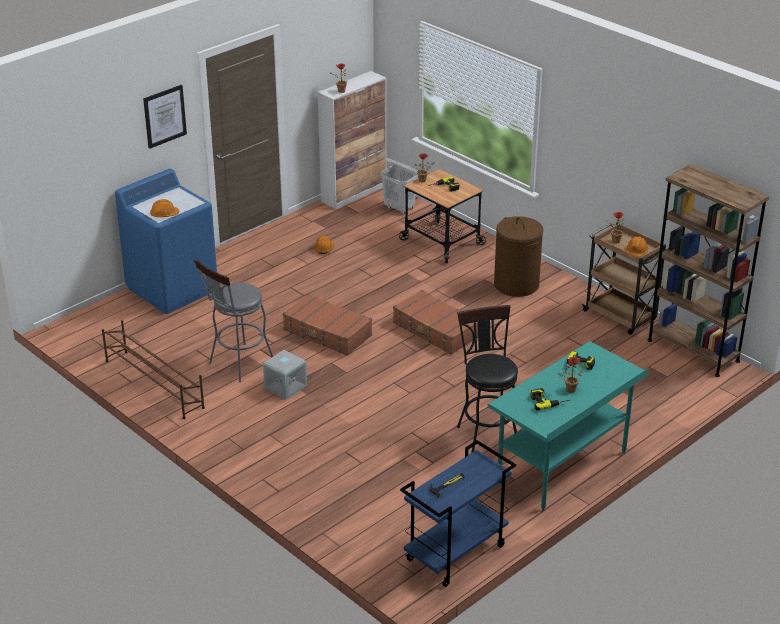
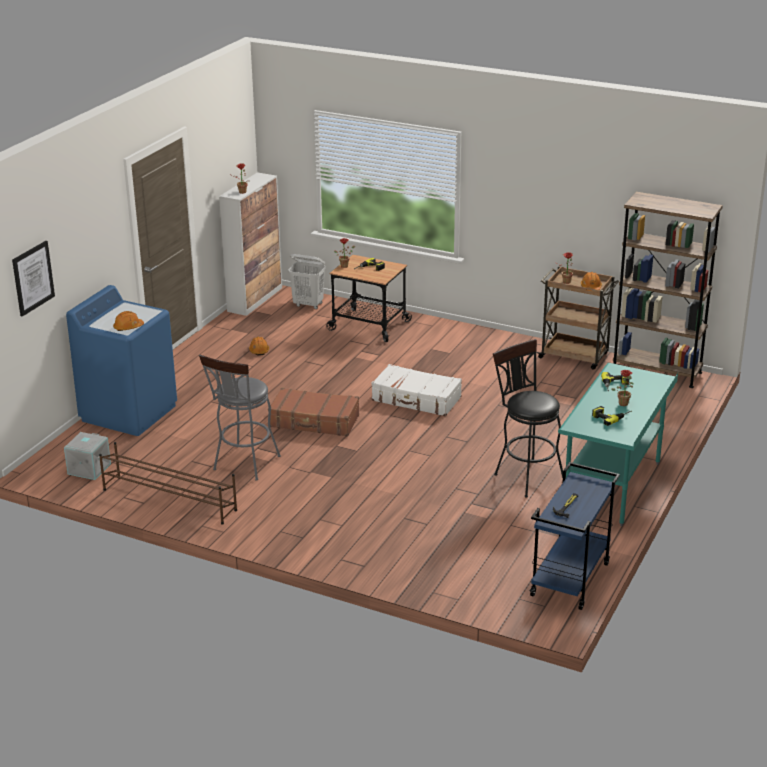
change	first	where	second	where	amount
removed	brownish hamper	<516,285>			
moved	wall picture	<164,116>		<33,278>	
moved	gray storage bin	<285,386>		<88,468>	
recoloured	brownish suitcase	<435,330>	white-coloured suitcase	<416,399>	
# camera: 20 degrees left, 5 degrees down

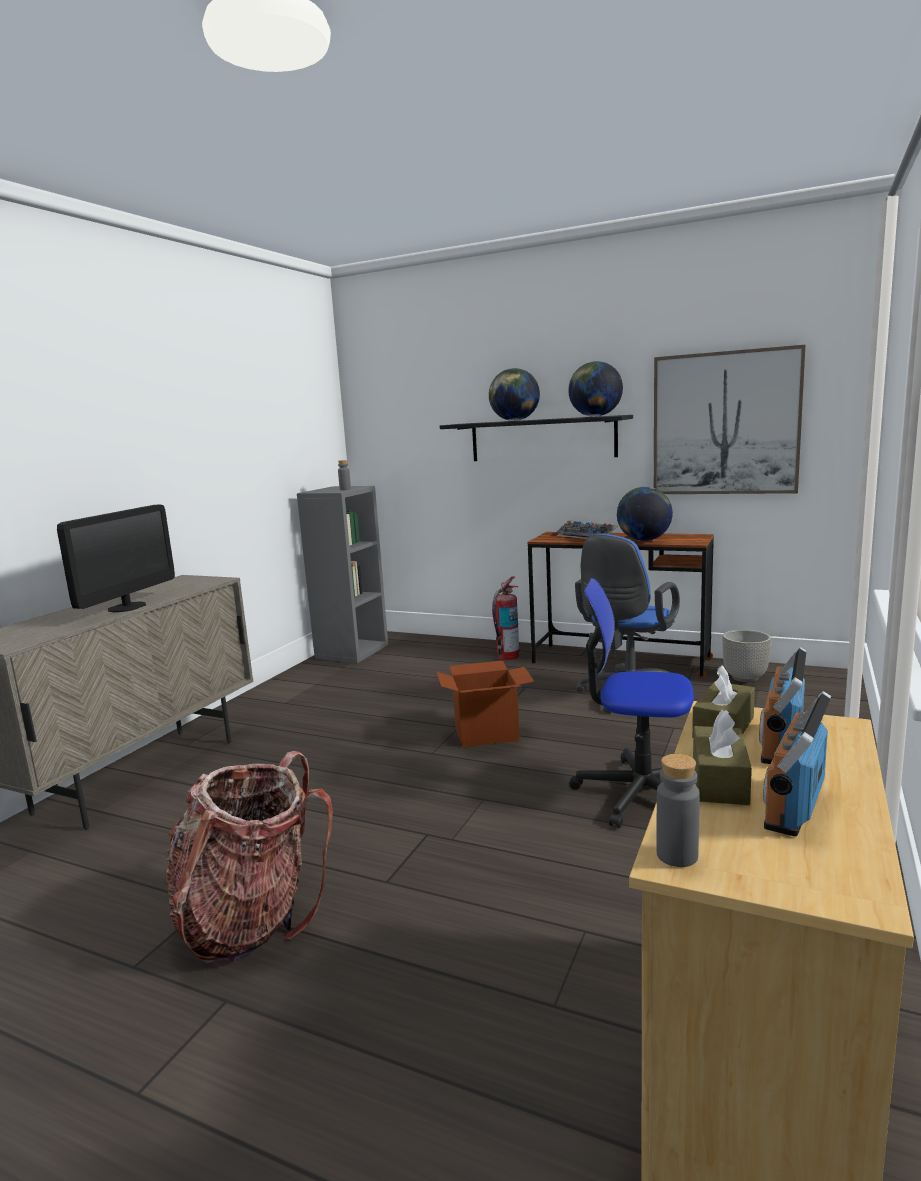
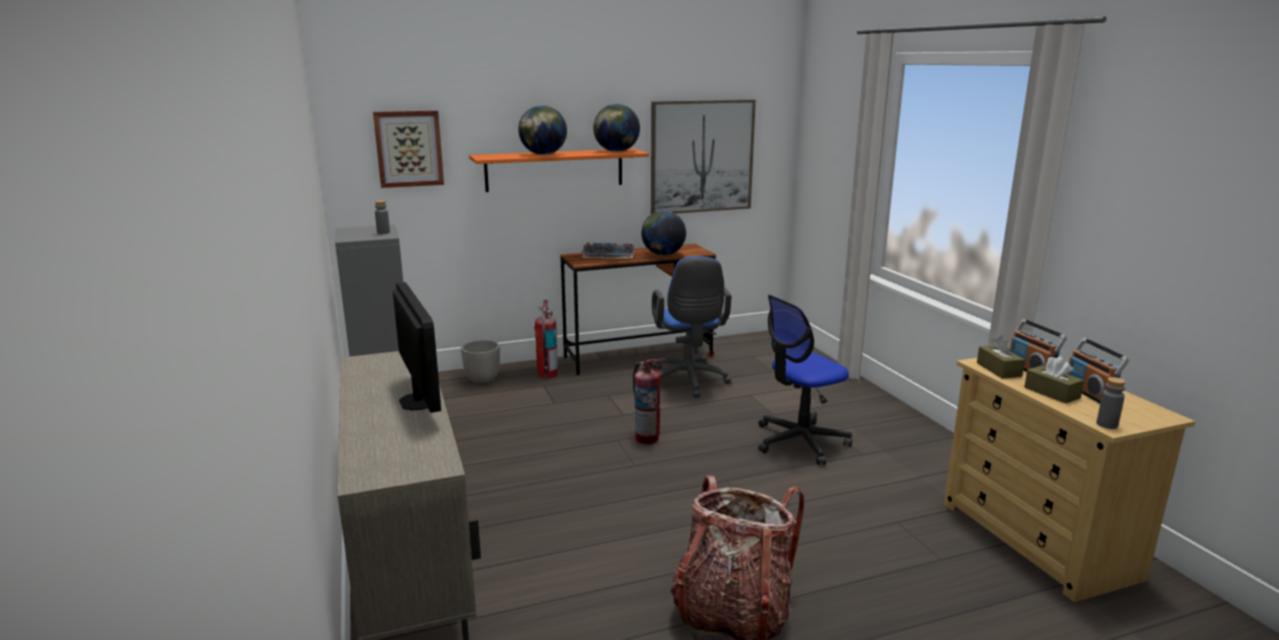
change	first	where	second	where	amount
added			wall picture	<409,148>	
moved	flower pot	<745,678>		<483,380>	
replaced	packing box	<487,734>	extinguisher	<647,438>	
recoloured	black-coloured wall shelf	<542,439>	orange wall shelf	<554,170>	
# camera: 45 degrees left, 5 degrees up

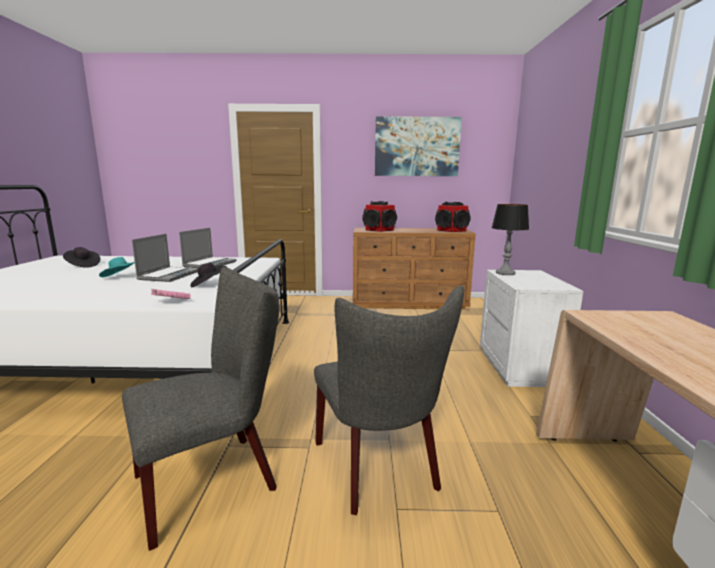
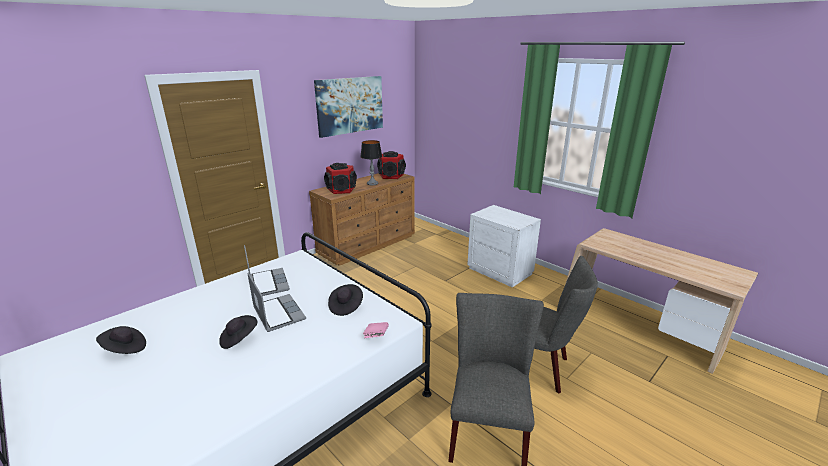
change	first	where	second	where	amount
moved	table lamp	<505,273>		<372,183>	
recoloured	turquoise hat	<120,277>	black-coloured hat	<239,339>	
# camera: 45 degrees left, 10 degrees up

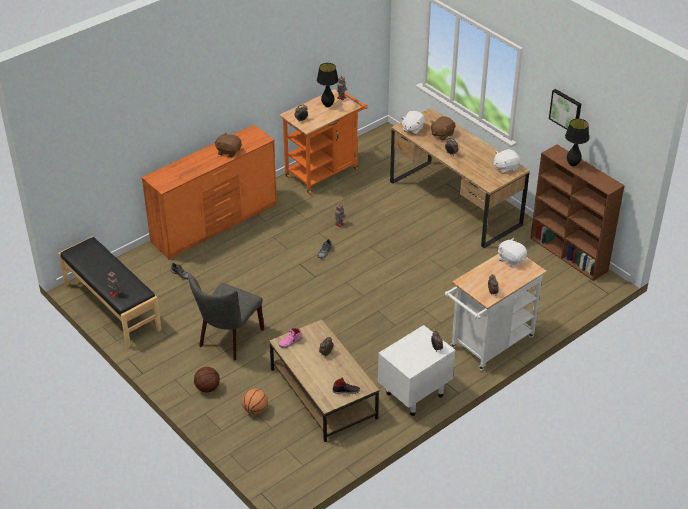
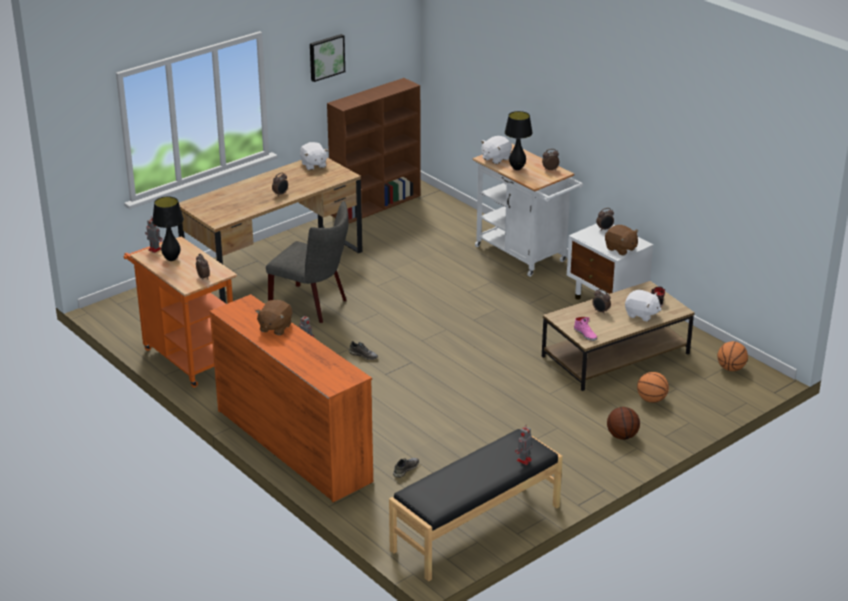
change	first	where	second	where	amount
added			basketball ball	<731,368>	
moved	gray chair	<228,340>		<313,305>	
moved	white-coloured soft toy	<412,129>		<641,314>	
moved	brownish soft toy	<442,134>		<621,249>	
moved	black-coloured table lamp	<573,164>		<517,168>	
# camera: 90 degrees left, 10 degrees down

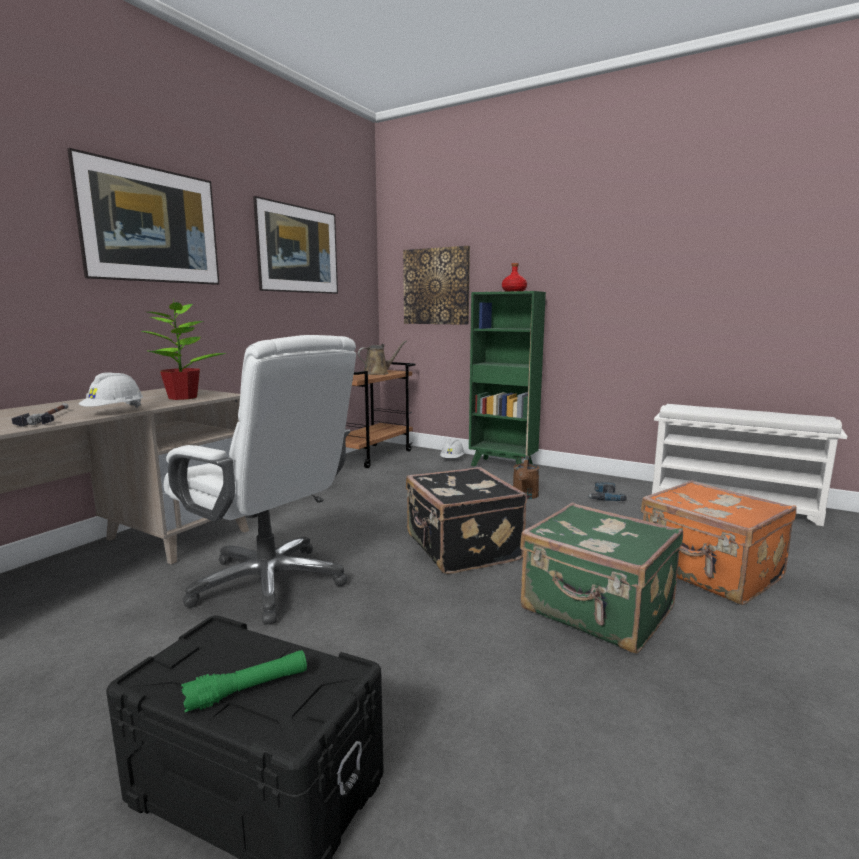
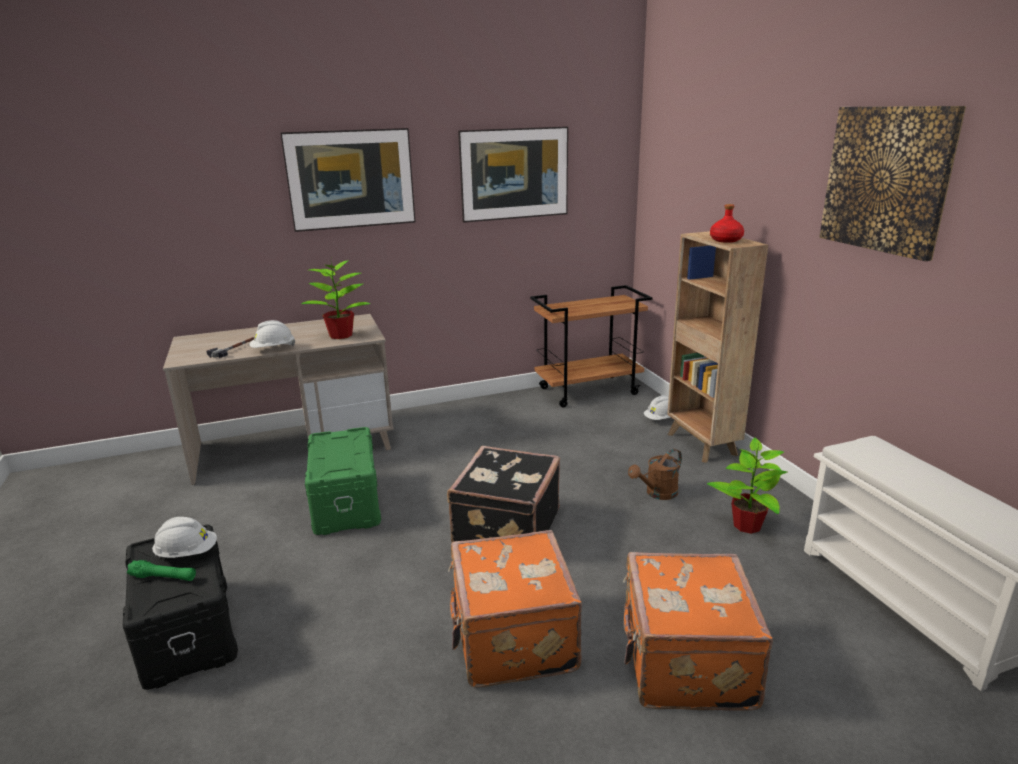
change	first	where	second	where	amount
removed	brownish sprinkling can	<378,373>			
added			white-coloured work helmet	<187,553>	
moved	wall picture	<436,286>		<886,179>	
replaced	white-coloured desk chair	<269,583>	greenish storage bin	<345,503>	
replaced	electric drill	<603,496>	houseplant	<746,526>	
recoloured	greenish bookshelf	<503,466>	brownish bookshelf	<702,445>	
recoloured	greenish suitcase	<597,611>	orange suitcase	<511,638>	
# camera: 40 degrees right, 10 degrees up

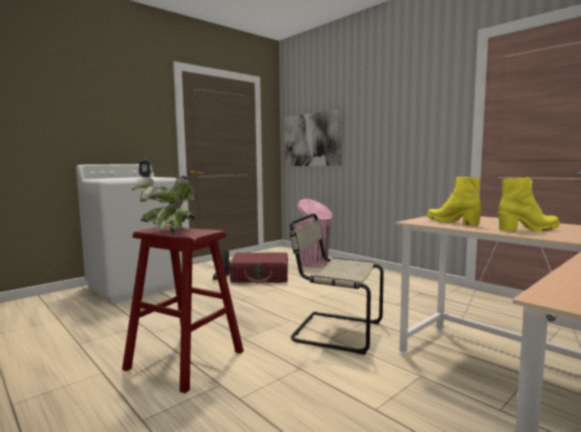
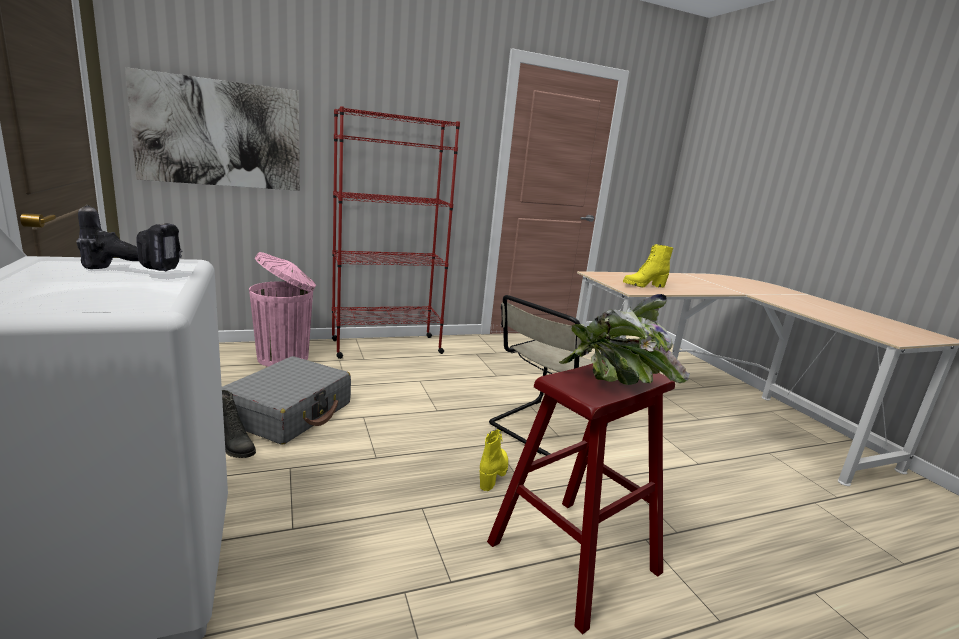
change	first	where	second	where	amount
added			reddish bookshelf	<386,346>	
moved	yellowish tall boot	<528,230>		<493,474>	
recoloured	reddish suitcase	<260,276>	gray suitcase	<289,413>	
# camera: 70 degrees left, 10 degrees up

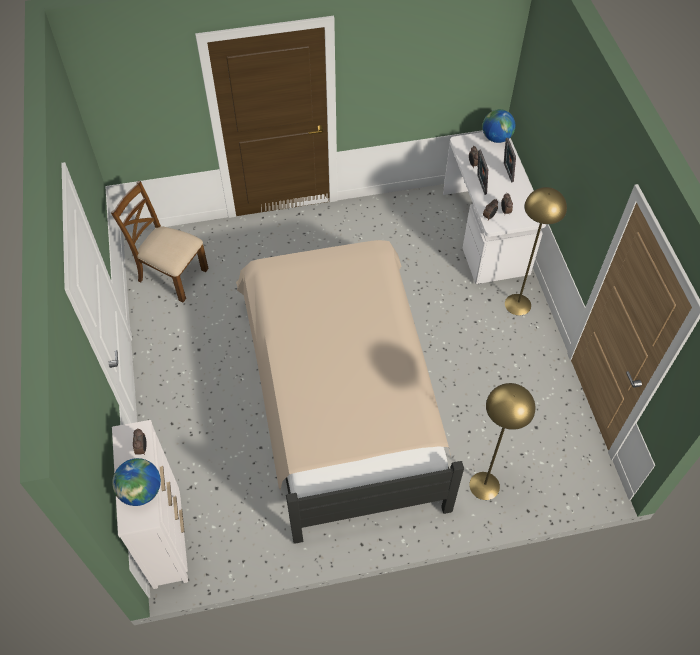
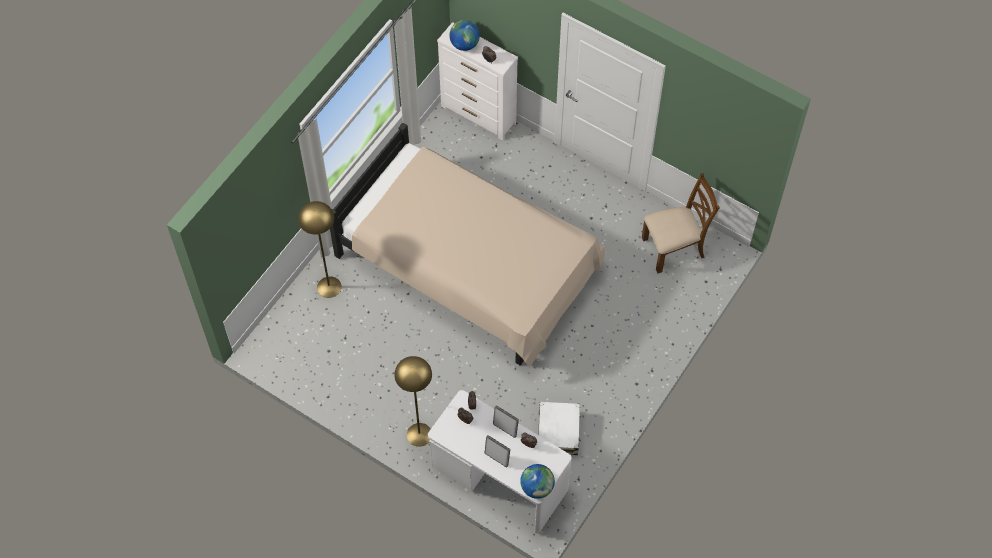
change	first	where	second	where	amount
added			white-coloured suitcase	<558,432>	
# camera: 135 degrees right, 5 degrees up

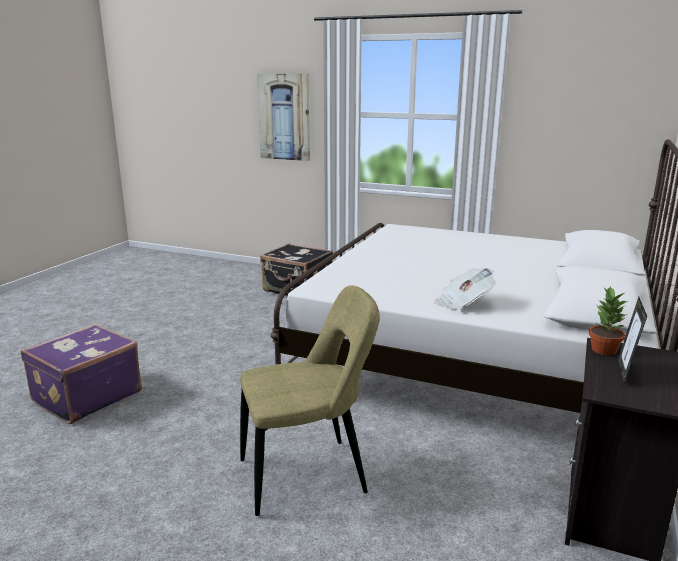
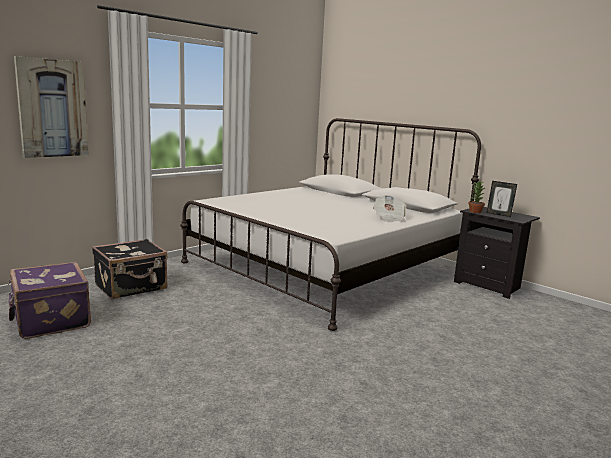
change	first	where	second	where	amount
removed	sand-coloured chair	<309,475>			
moved	purplish suitcase	<86,396>		<50,321>	
# camera: 70 degrees left, 5 degrees down

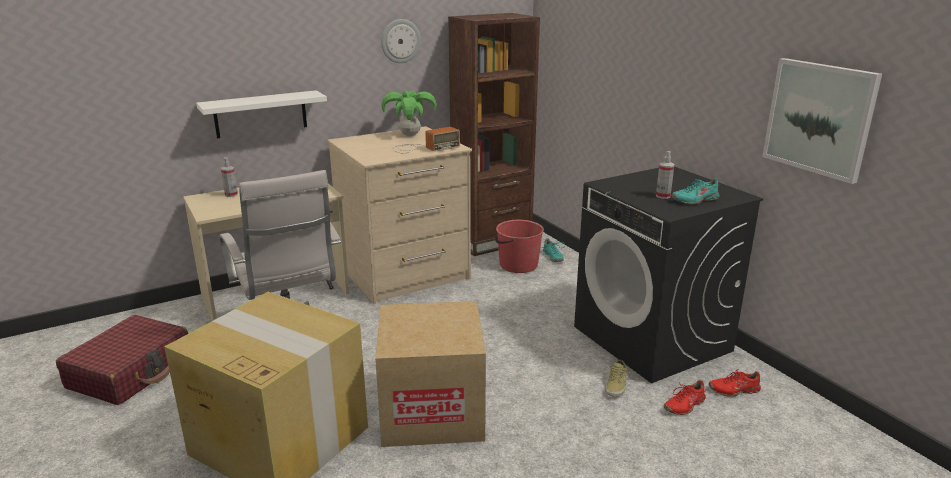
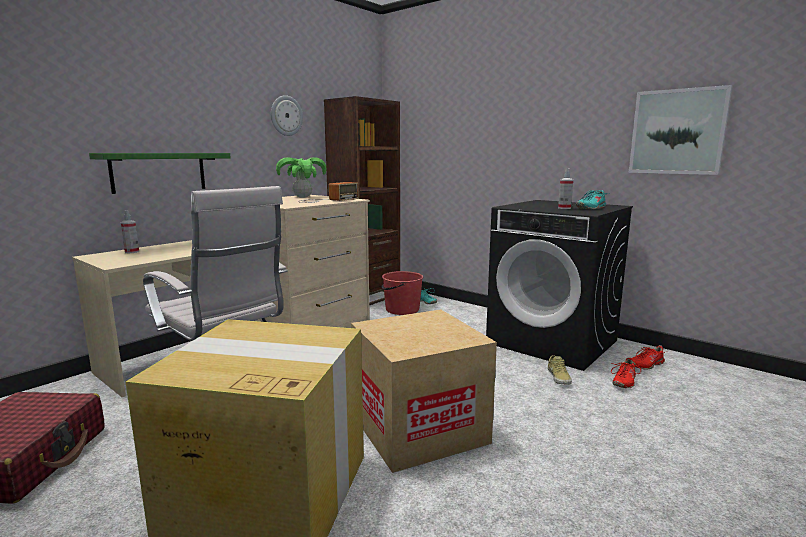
change	first	where	second	where	amount
recoloured	white-coloured wall shelf	<260,114>	greenish wall shelf	<159,172>	
# camera: 20 degrees left, 10 degrees down

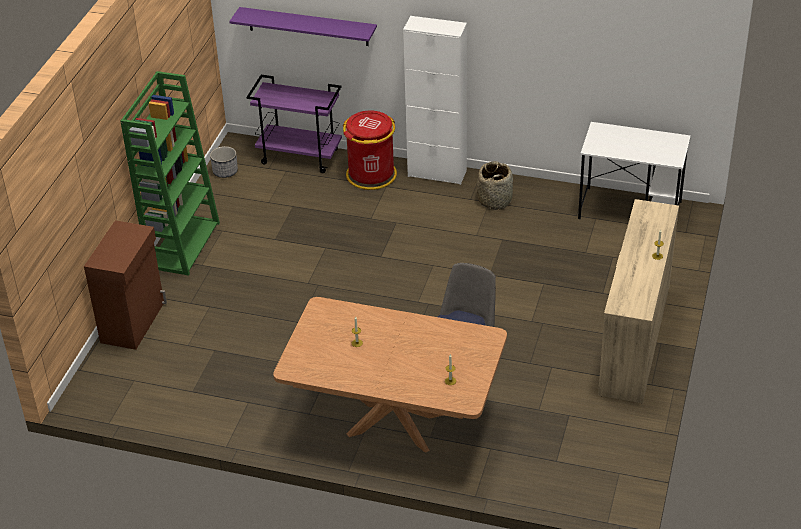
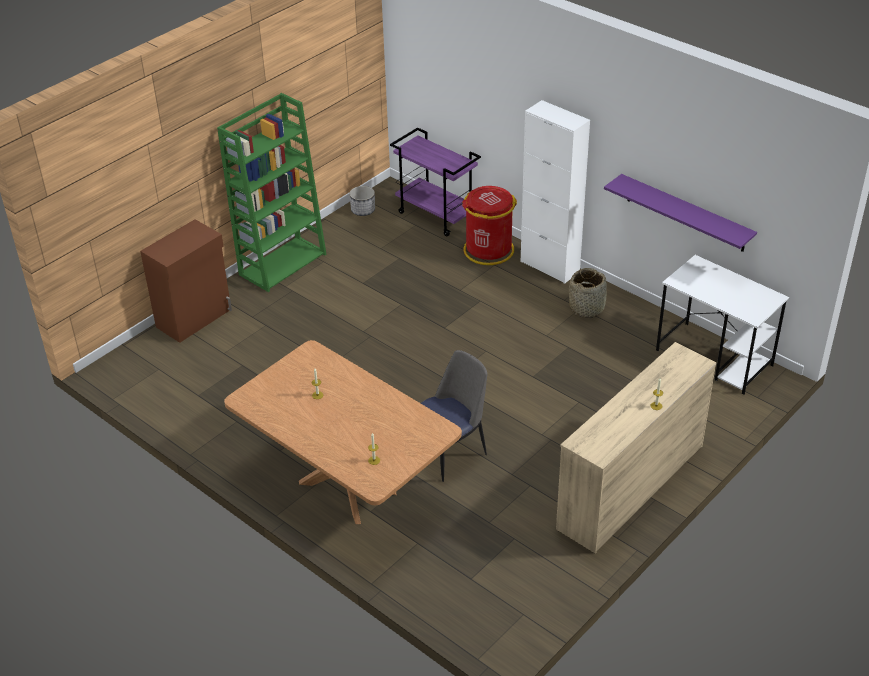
change	first	where	second	where	amount
moved	purplish wall shelf	<308,26>		<685,213>	
# camera: 25 degrees right, 0 degrees up

